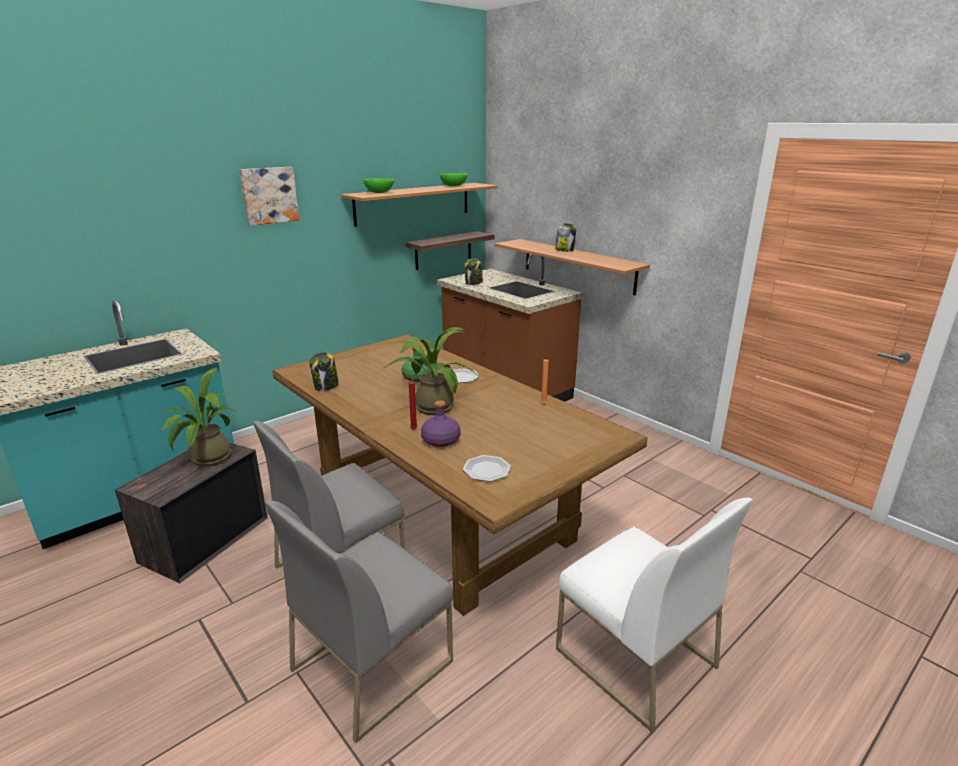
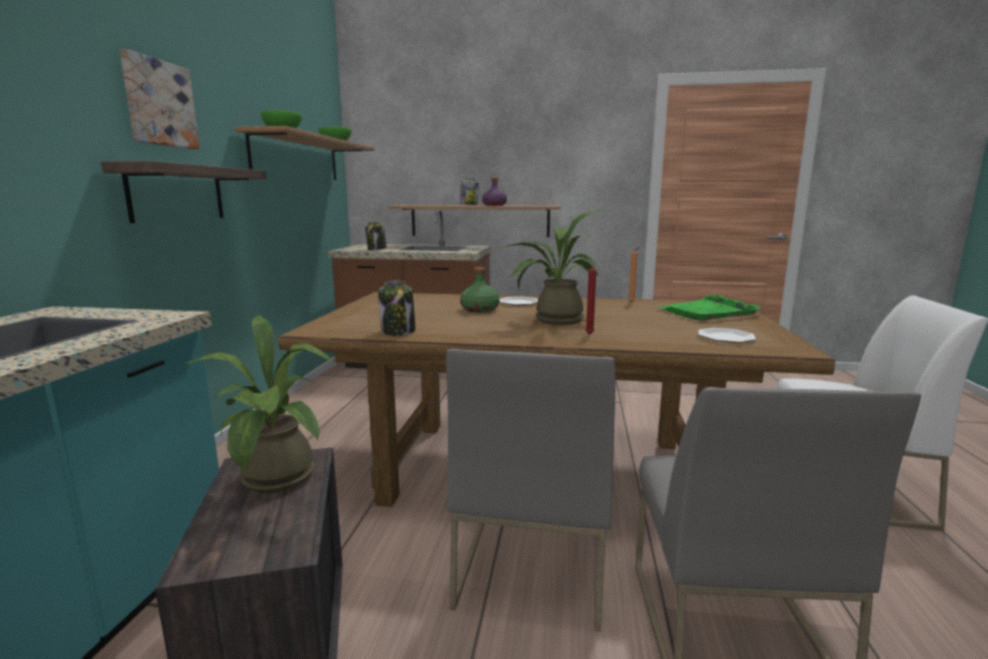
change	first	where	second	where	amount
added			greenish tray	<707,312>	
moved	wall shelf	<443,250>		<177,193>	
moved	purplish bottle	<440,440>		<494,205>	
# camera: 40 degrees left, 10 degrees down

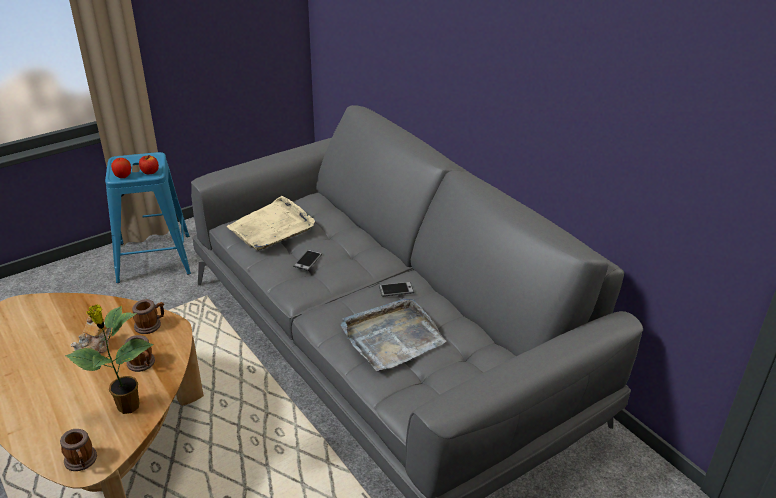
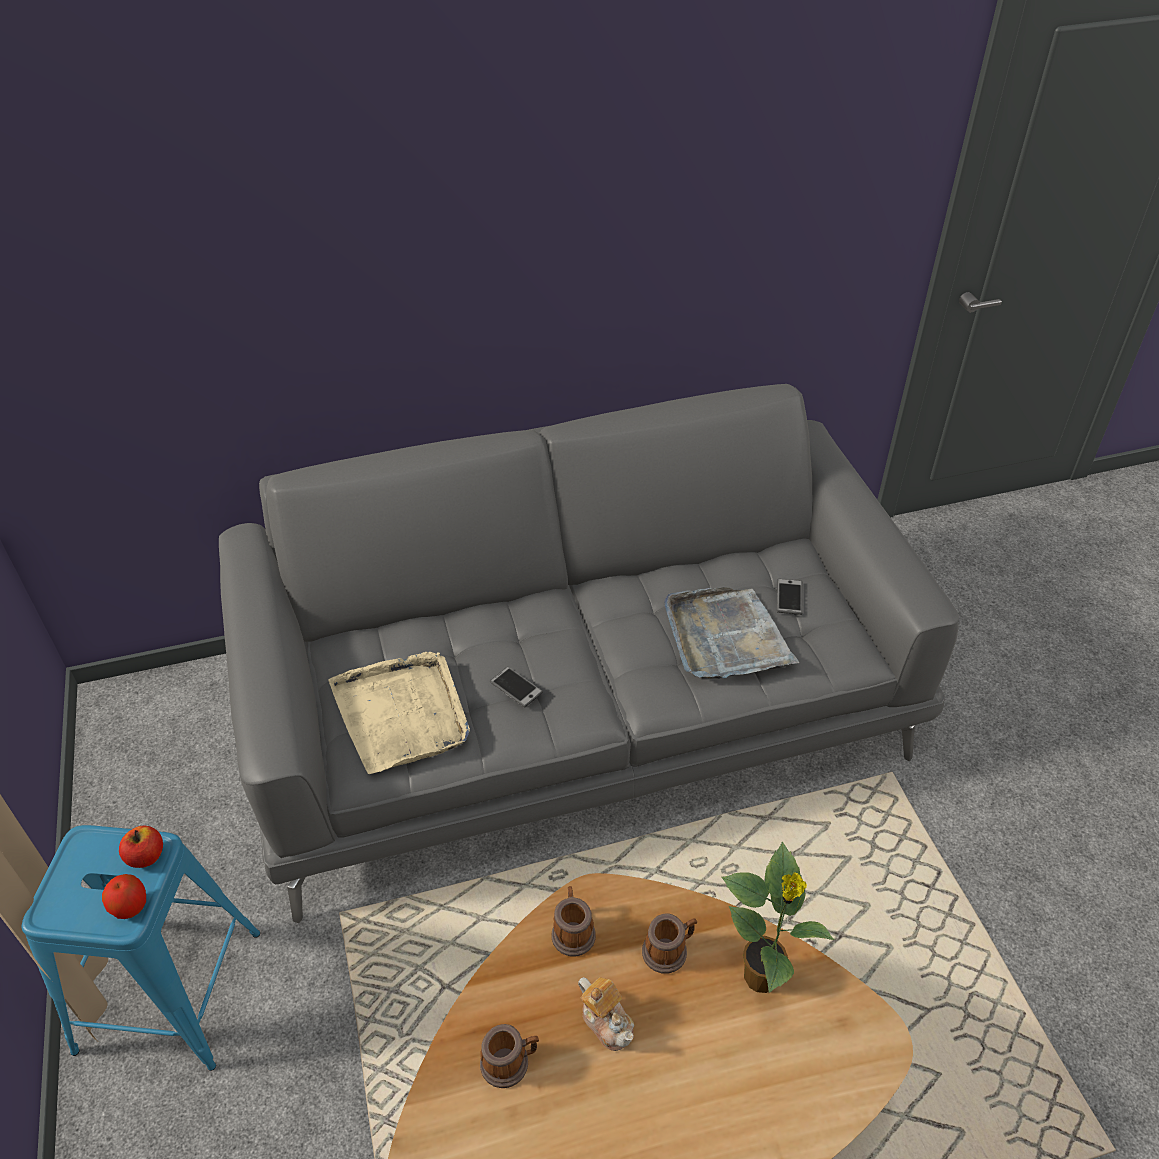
change	first	where	second	where	amount
moved	coffee mug	<82,461>		<510,1062>	
moved	telephone	<396,290>		<789,597>	
# camera: 70 degrees left, 10 degrees up

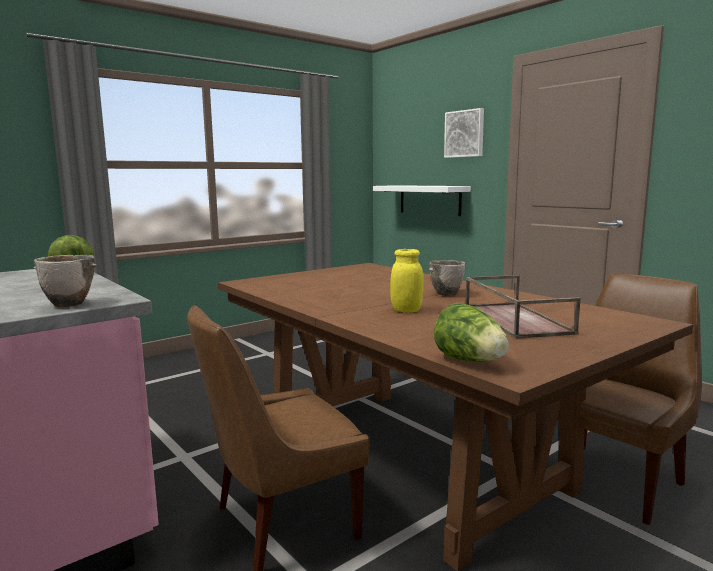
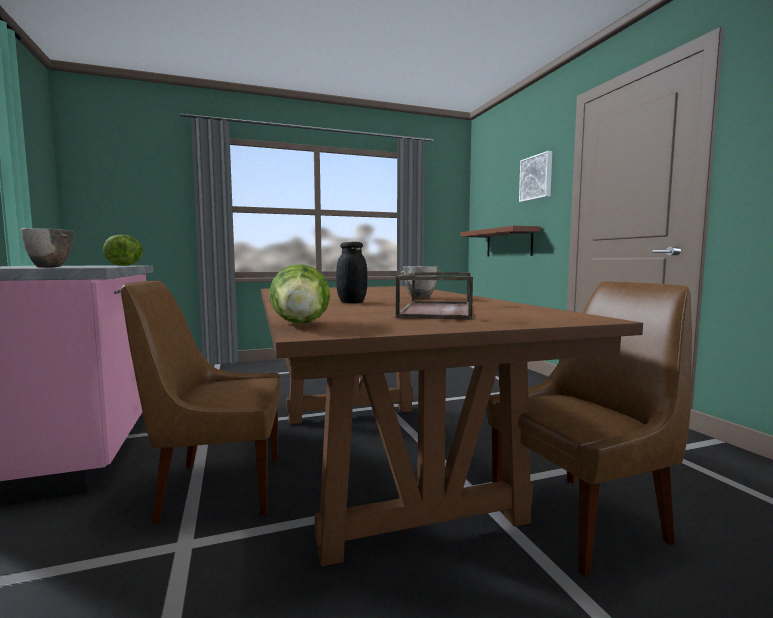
change	first	where	second	where	amount
recoloured	white-coloured wall shelf	<429,200>	brownish wall shelf	<509,243>	
recoloured	yellowish preserve jar	<406,310>	black-coloured preserve jar	<351,302>	
# camera: 20 degrees right, 5 degrees down

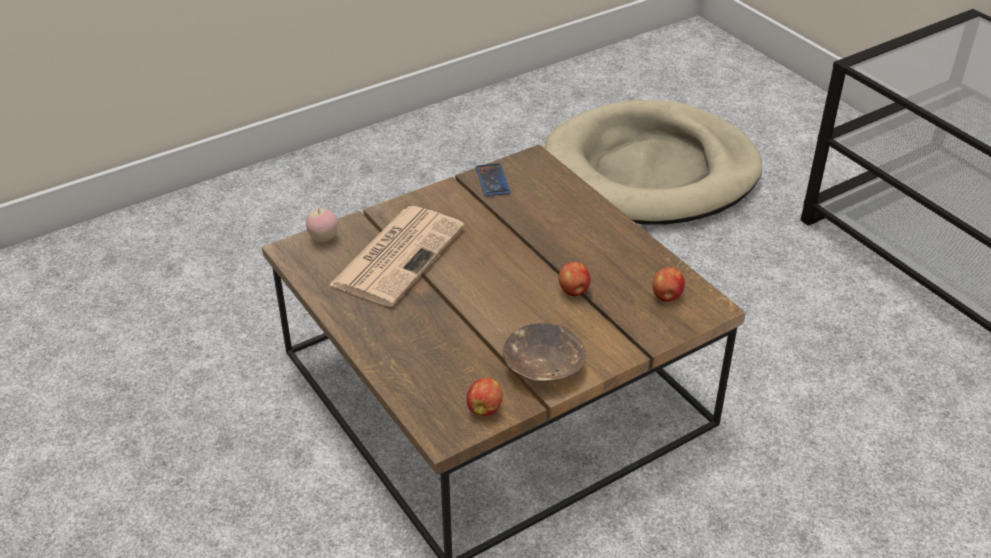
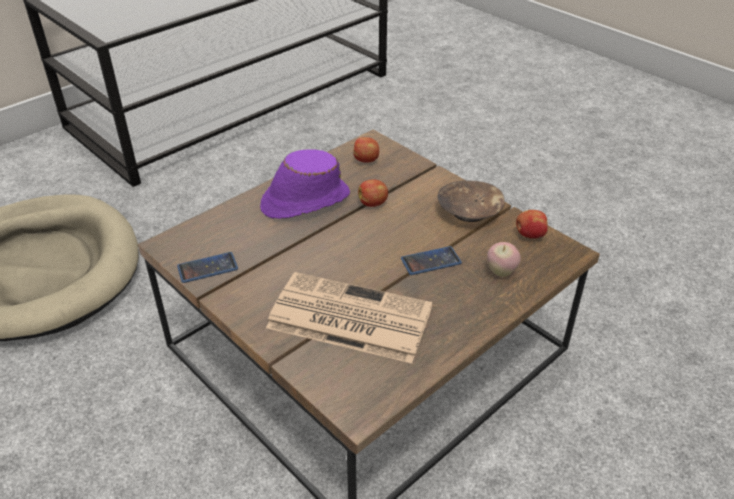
change	first	where	second	where	amount
added			purplish hat	<304,201>	
added			telephone	<431,261>	
moved	whole apple	<323,238>		<501,272>	
# camera: 100 degrees left, 0 degrees up

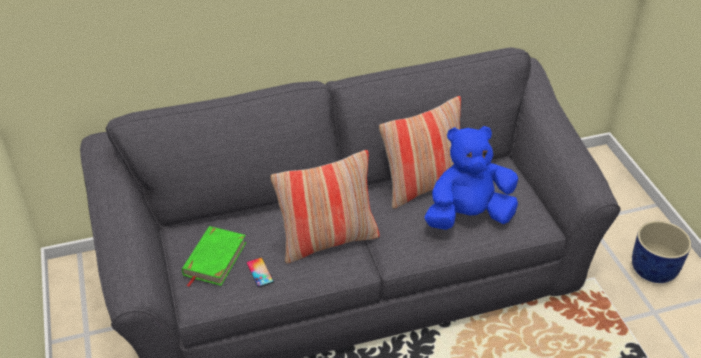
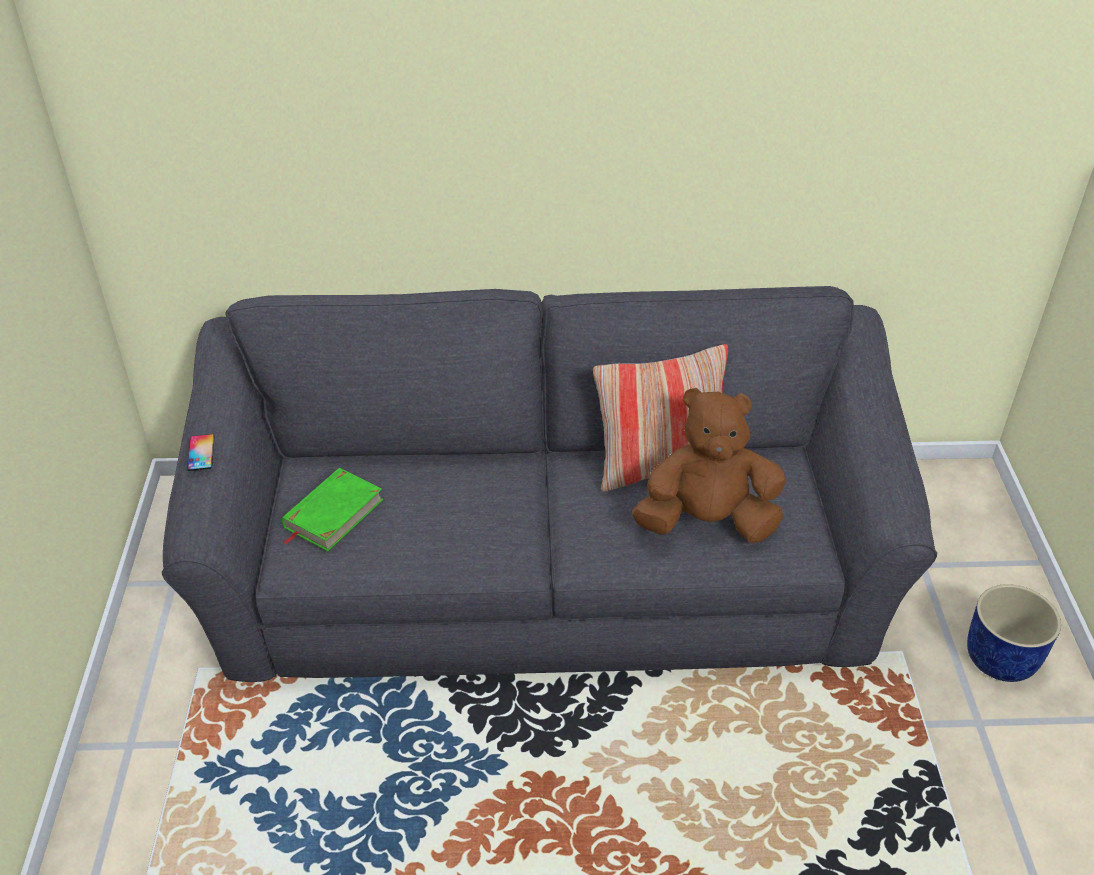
change	first	where	second	where	amount
removed	pillow	<328,240>			
moved	telephone	<260,272>		<201,452>	
recoloured	blue-coloured soft toy	<468,216>	brownish soft toy	<707,522>	
# camera: 15 degrees right, 0 degrees up

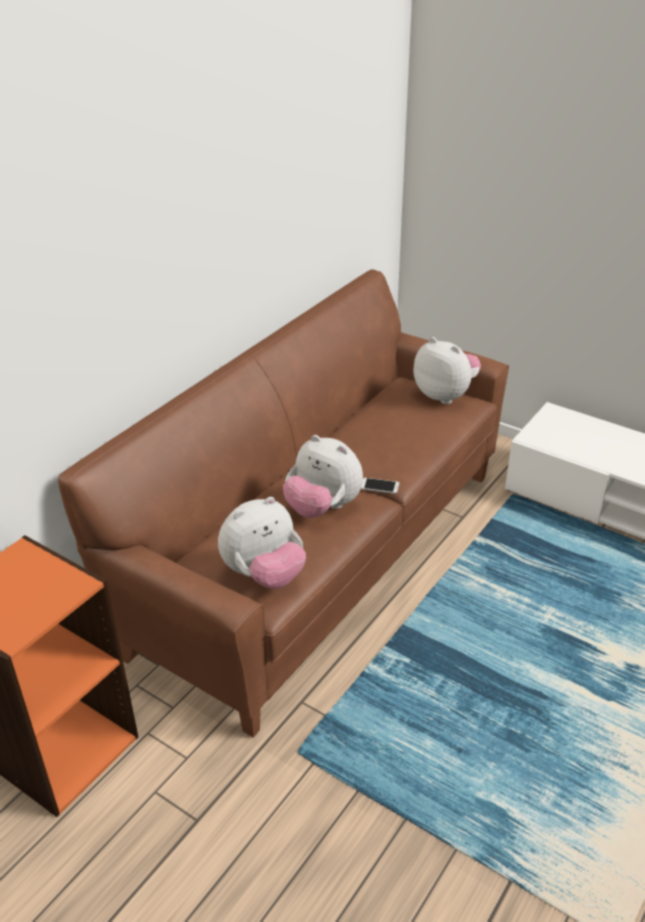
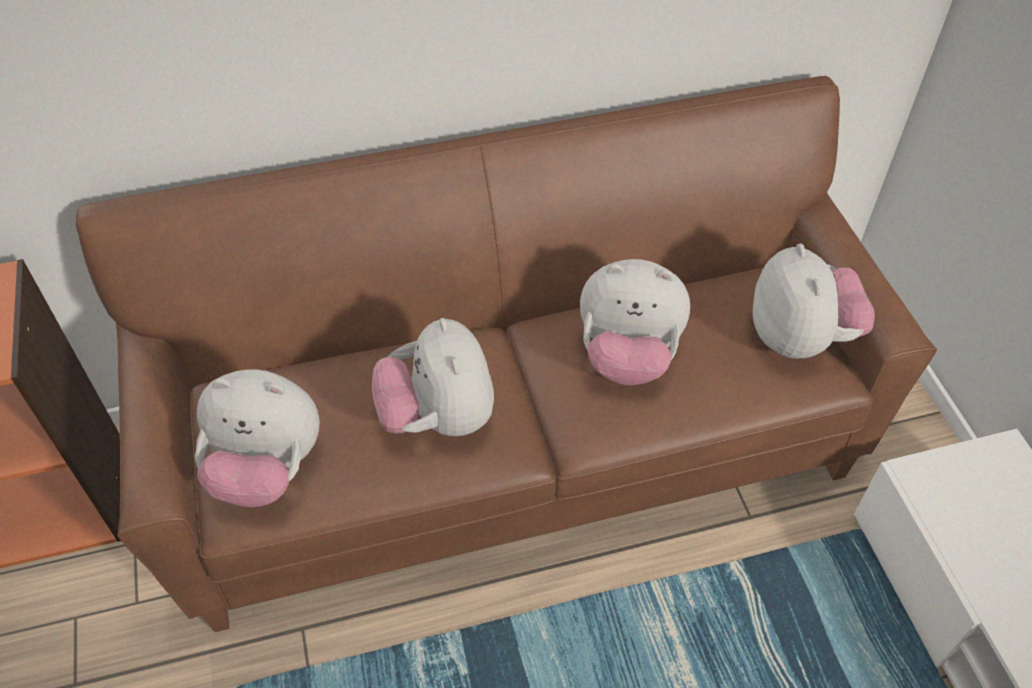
change	first	where	second	where	amount
removed	telephone	<379,486>			
added			soft toy	<627,356>	
# camera: 40 degrees right, 15 degrees up

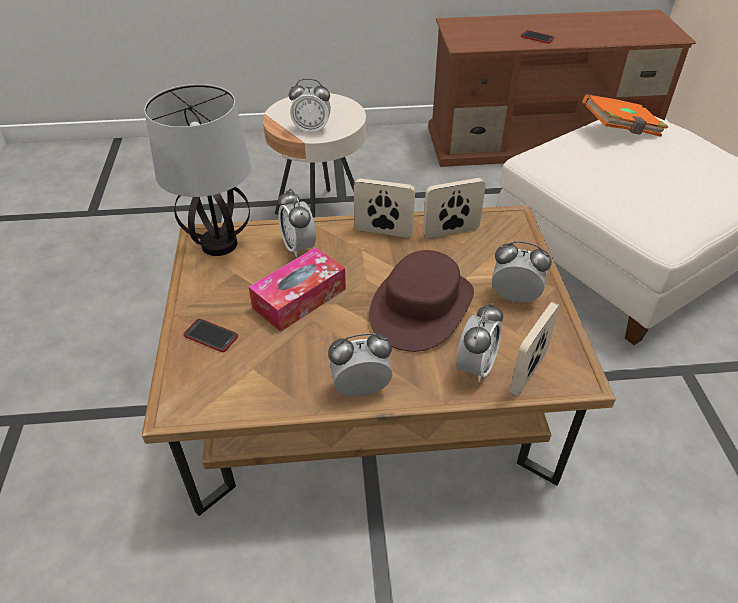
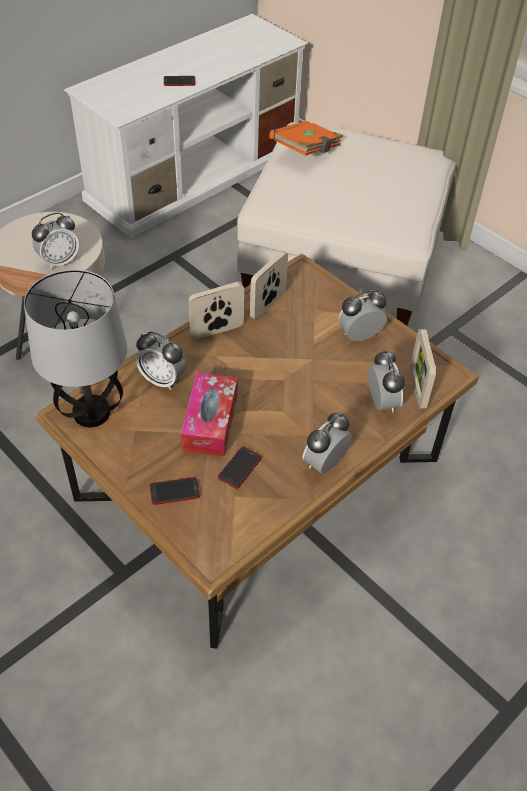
change	first	where	second	where	amount
removed	brownish hat	<421,307>			
added			telephone	<239,468>	
recoloured	brownish tv stand	<541,140>	white-coloured tv stand	<196,172>	
# camera: 40 degrees left, 5 degrees up

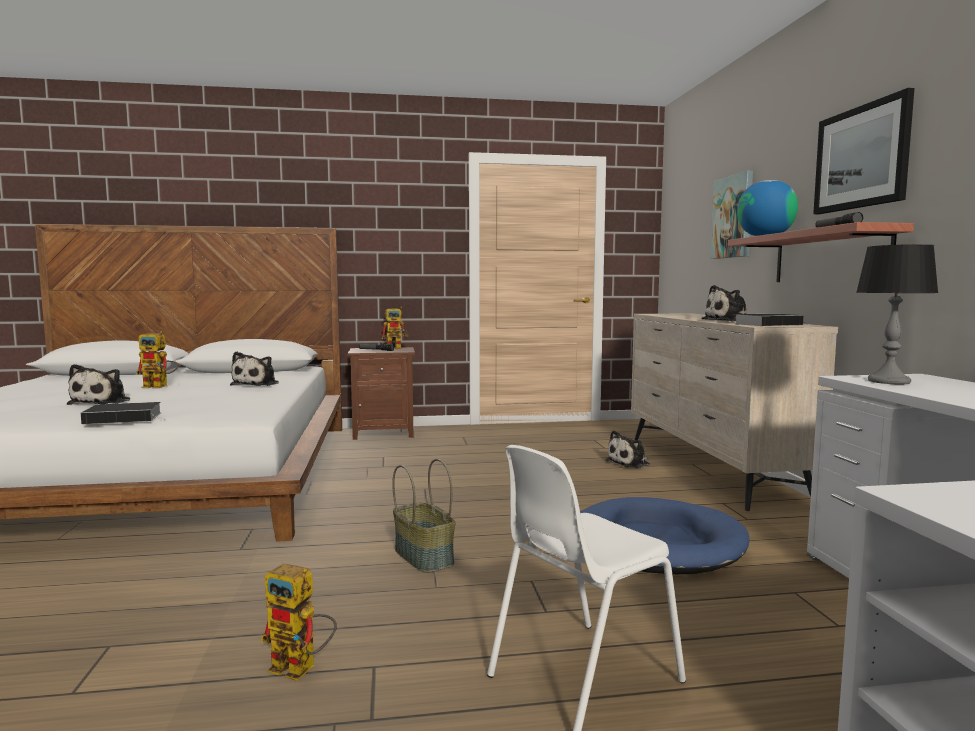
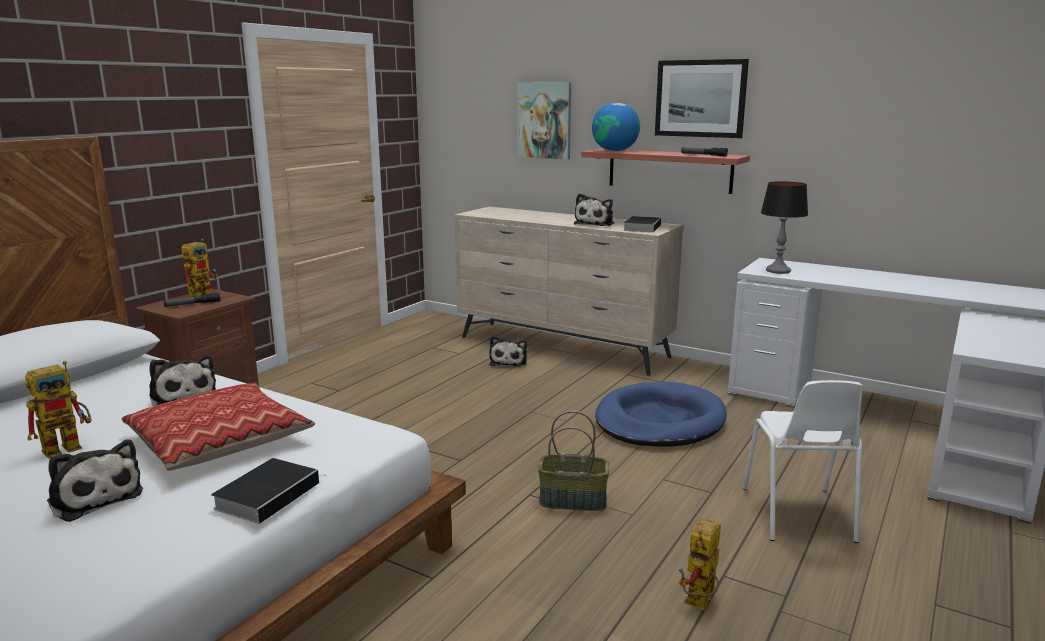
change	first	where	second	where	amount
added			pillow	<220,441>	
turned	toy robot	<302,668>		<700,604>	150 degrees clockwise
# camera: 50 degrees left, 10 degrees up

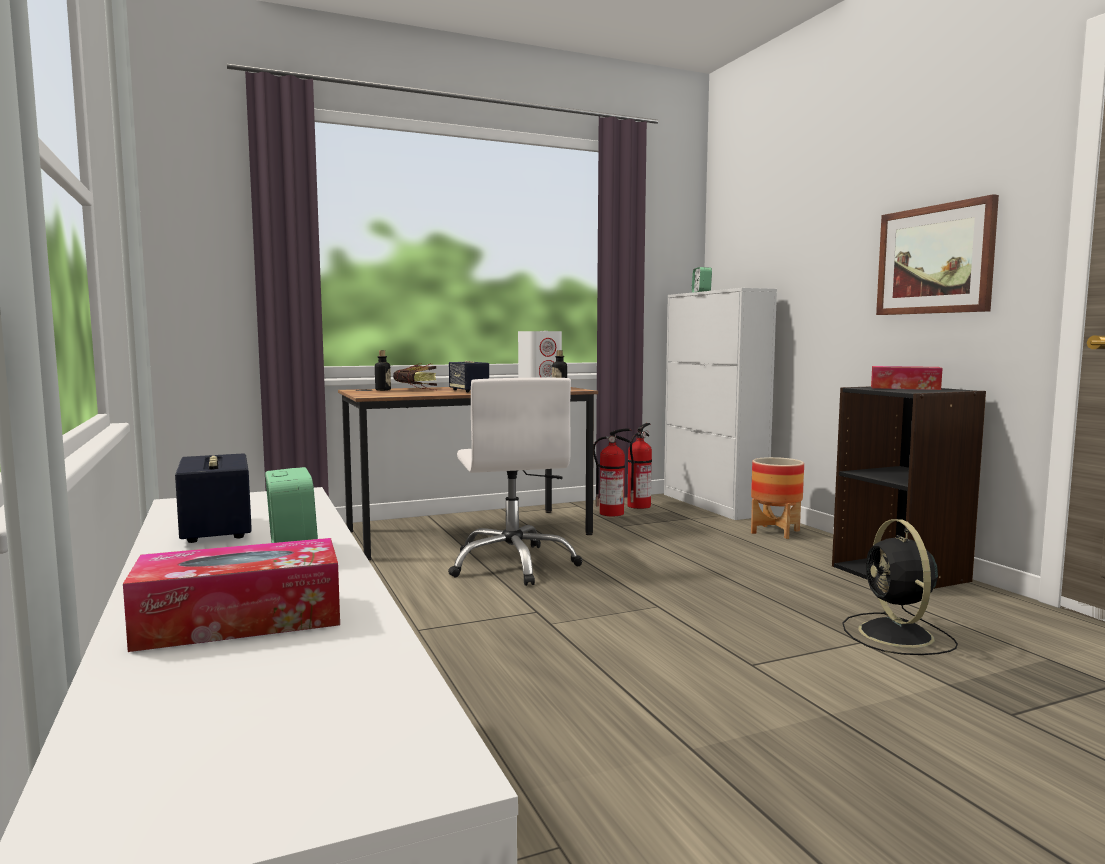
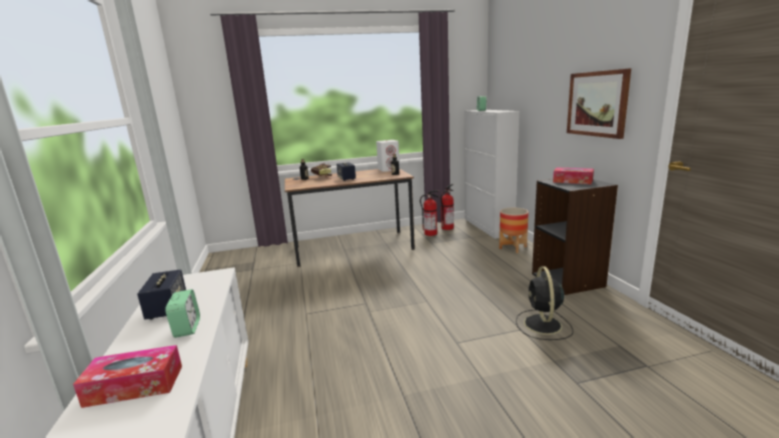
change	first	where	second	where	amount
removed	white-coloured desk chair	<513,564>			
# camera: 10 degrees right, 10 degrees up

